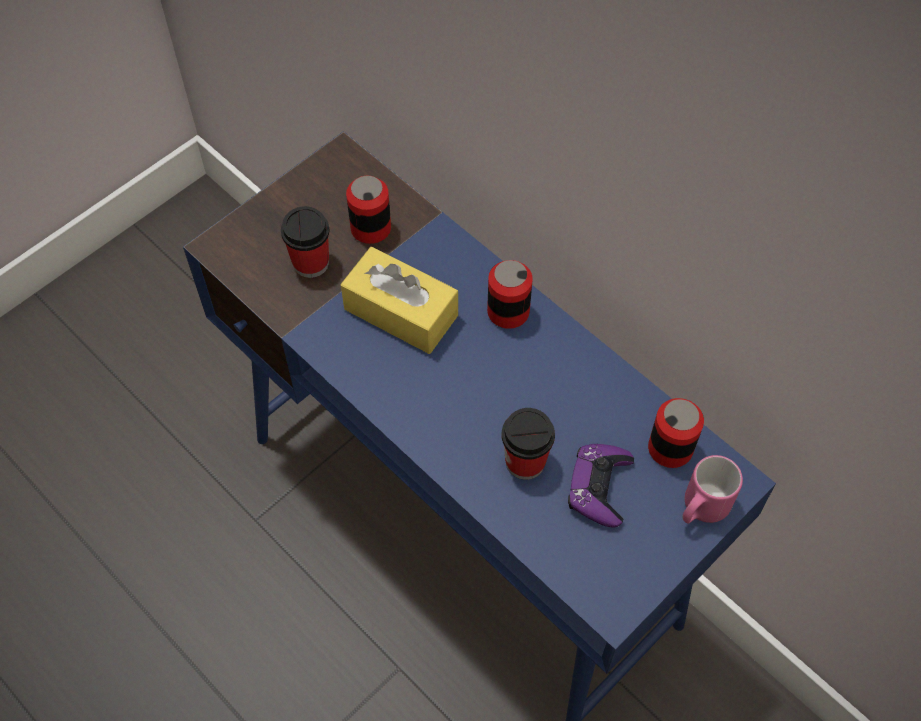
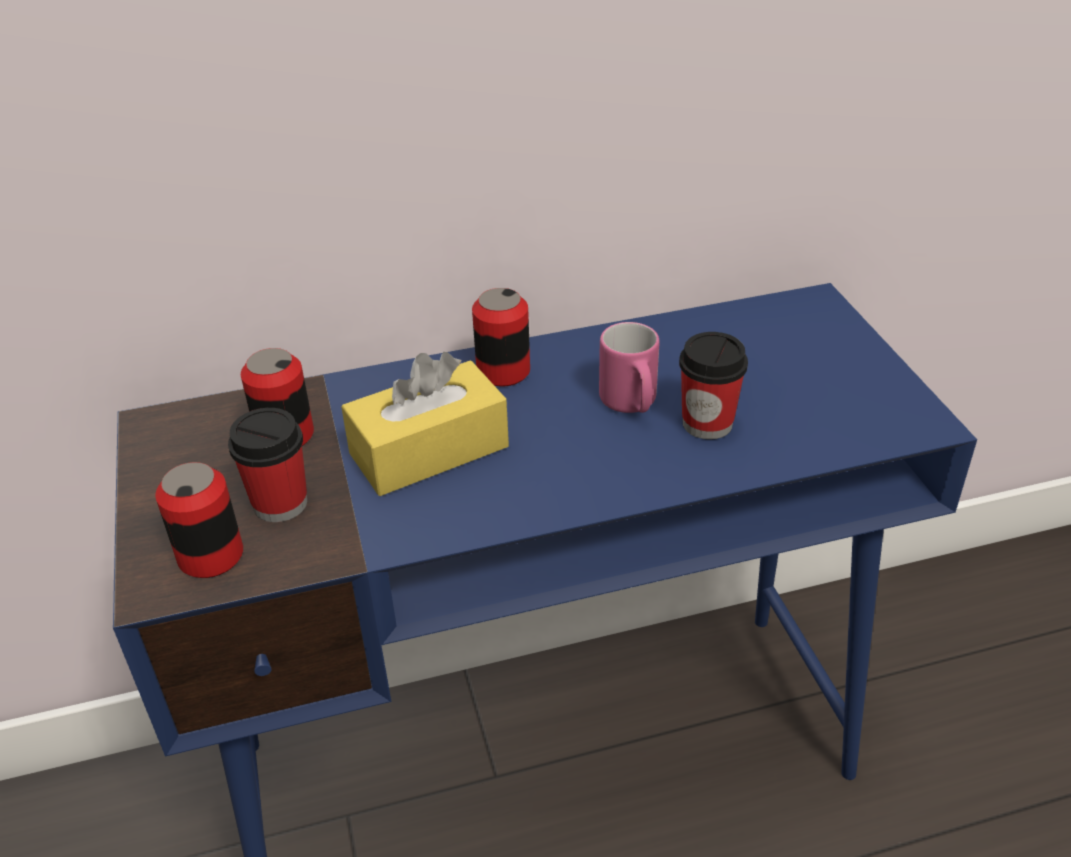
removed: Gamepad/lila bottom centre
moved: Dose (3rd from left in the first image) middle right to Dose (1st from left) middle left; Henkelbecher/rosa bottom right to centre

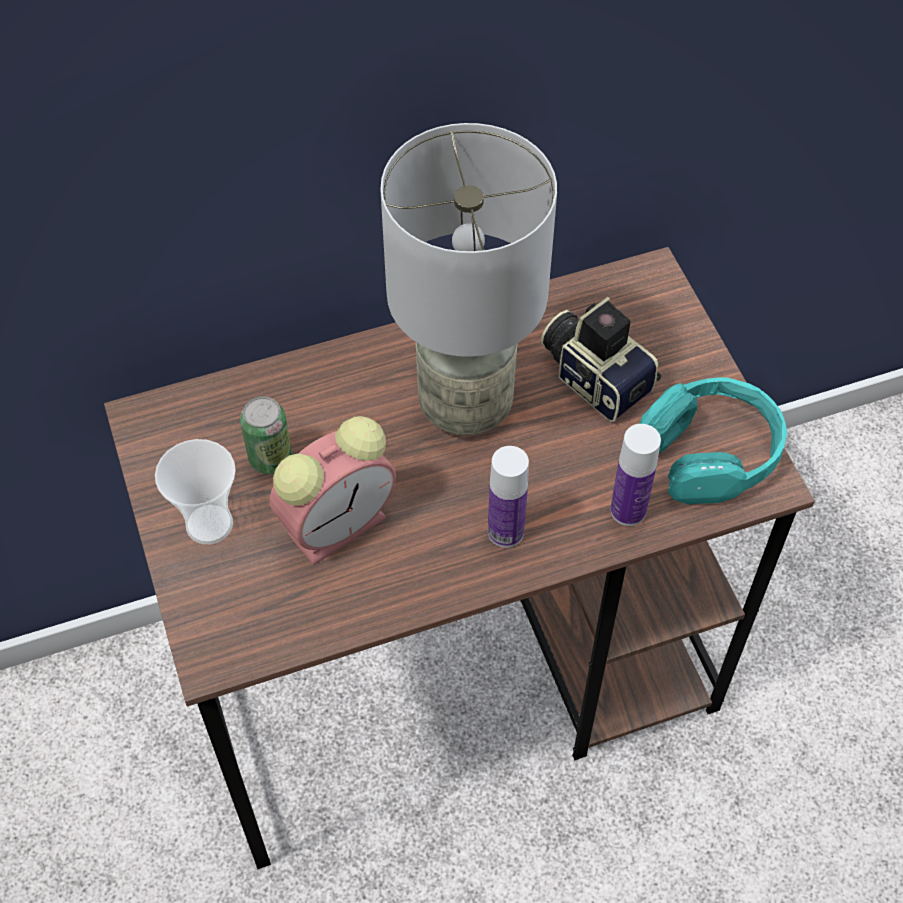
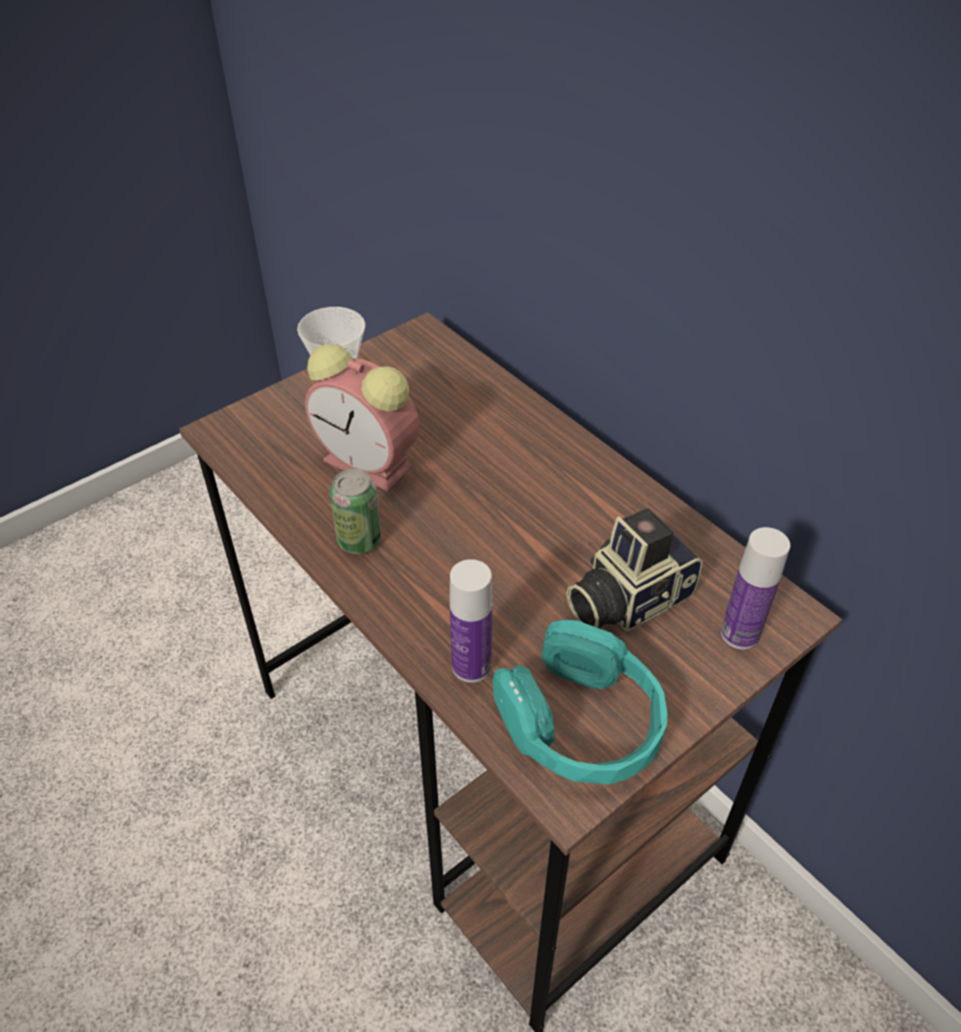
removed: Tischlampe/grau top centre
moved: Dose middle left to centre; Flasche (1st from left in the first image) centre to Flasche (2nd from left) middle right
turned: Kamera centre = centre 150 degrees counterclockwise

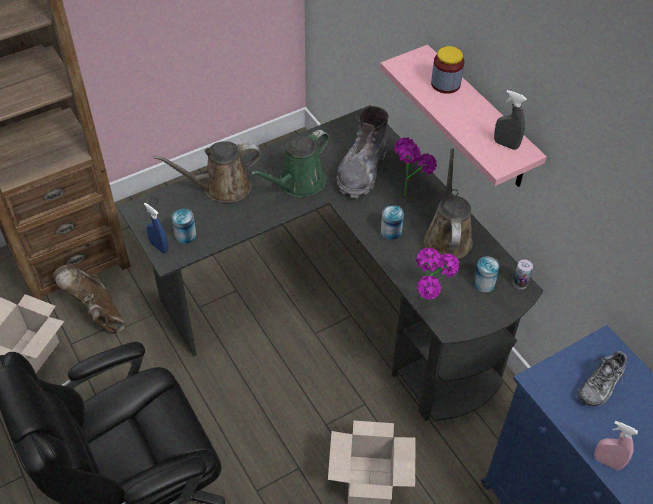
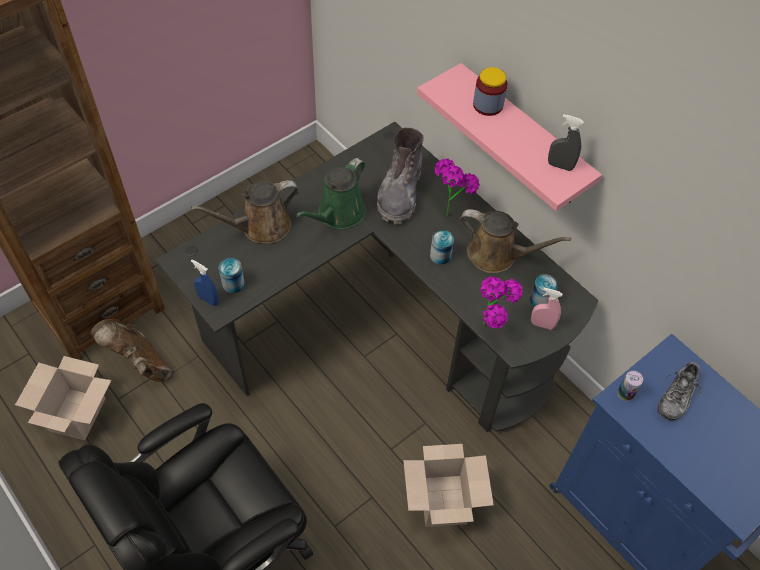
moved: Dose (4th from left) middle right to bottom right; Sprühflasche/rosa bottom right to middle right
turned: Gießkanne/braun (2nd from left) middle right = middle right 120 degrees clockwise

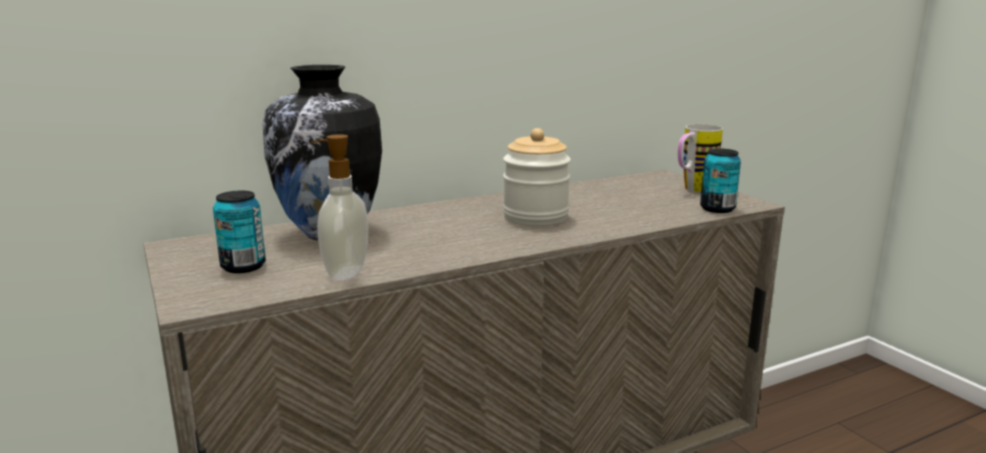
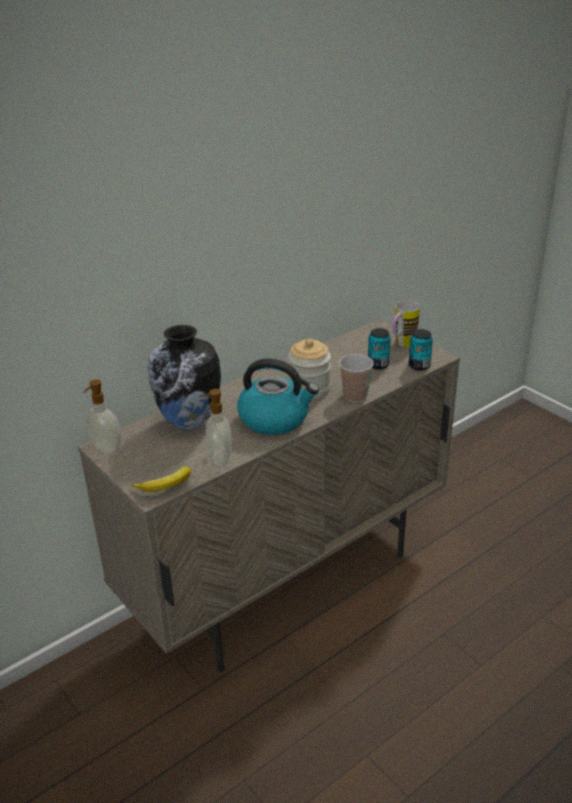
added: Seifenspender (1st from left) middle left; Banane middle left; Wasserkessel centre; Tasse centre
moved: Dose (1st from left) middle left to centre

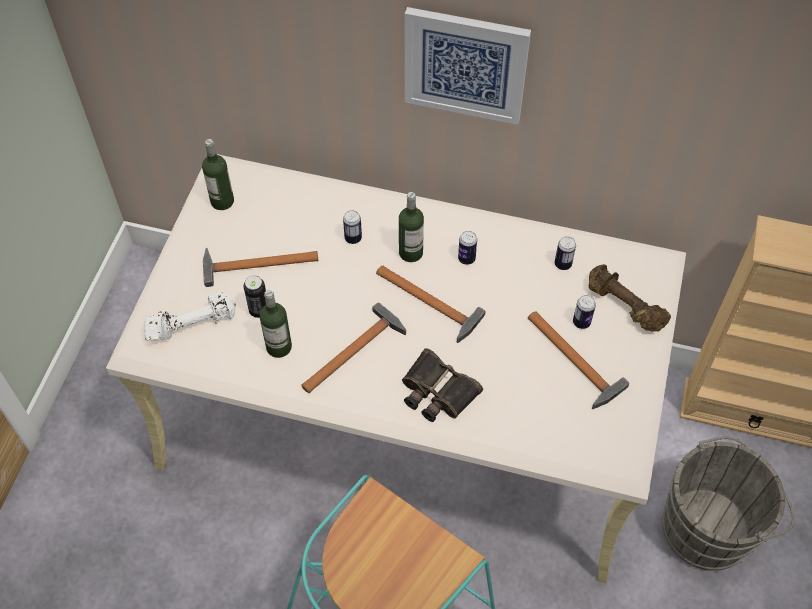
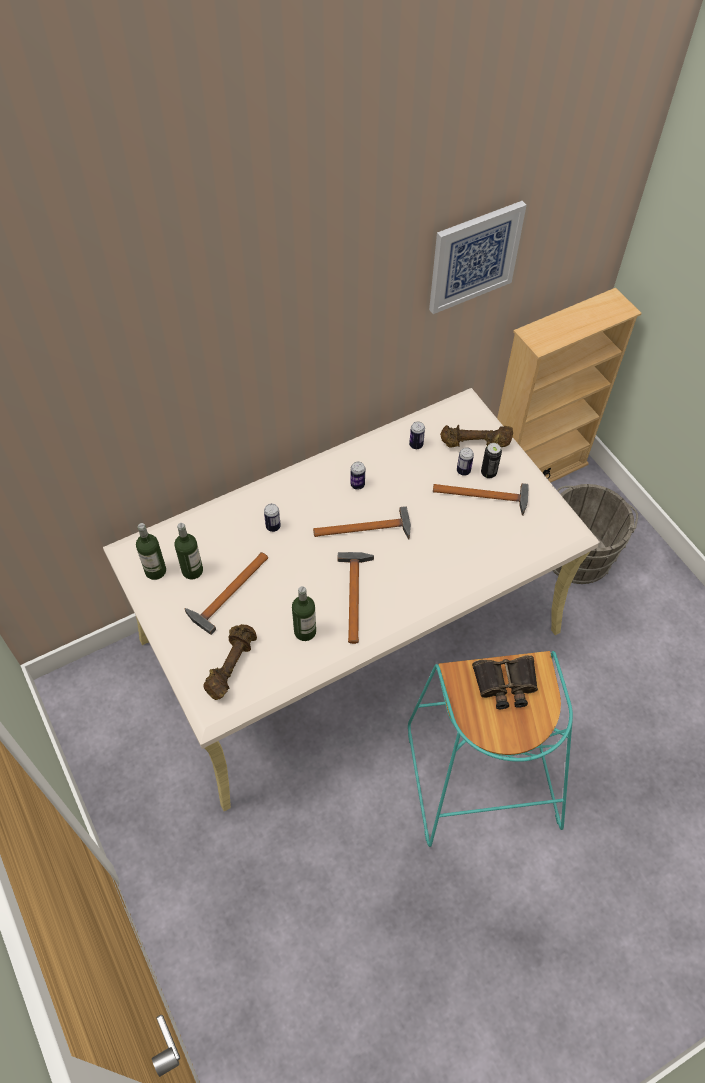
moved: Dose (1st from left in the first image) middle left to Dose (5th from left) middle right; Flasche (3rd from left in the first image) centre to Flasche (2nd from left) middle left; Fernglas centre to middle right; Bild top centre to top right
recoloured: Hantel/weiß middle left to Hantel/braun (1st from left) middle left

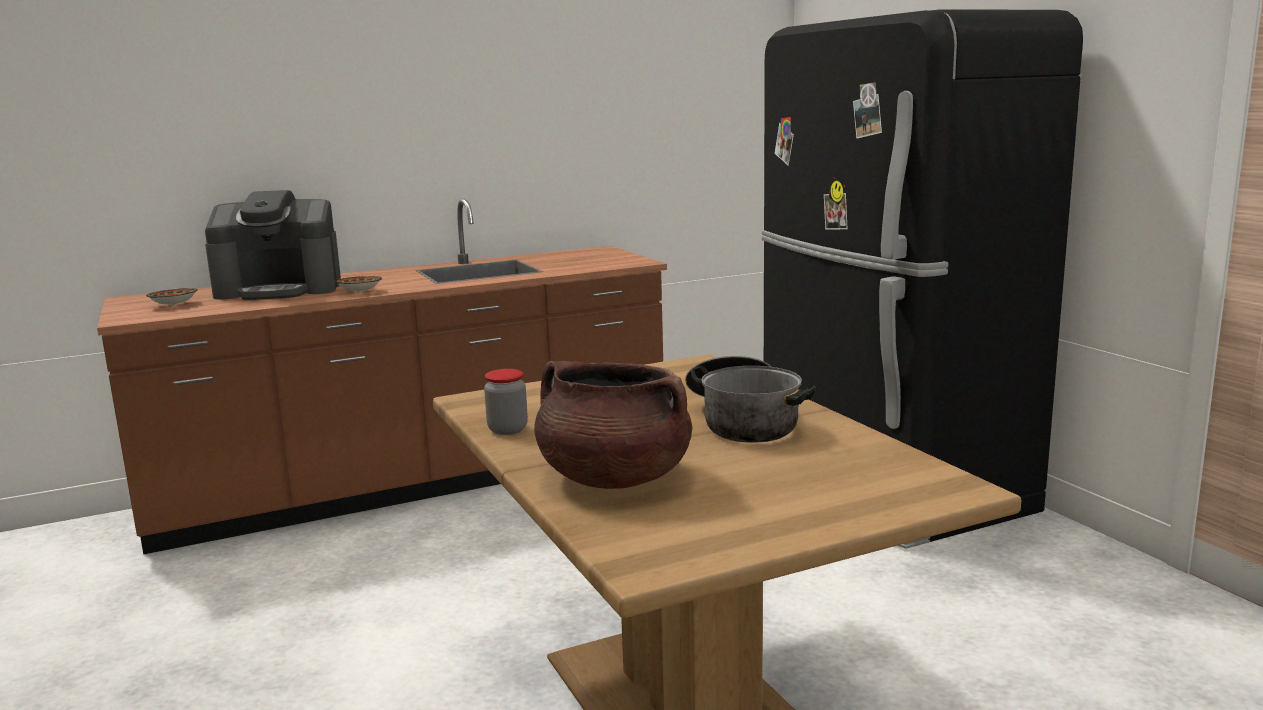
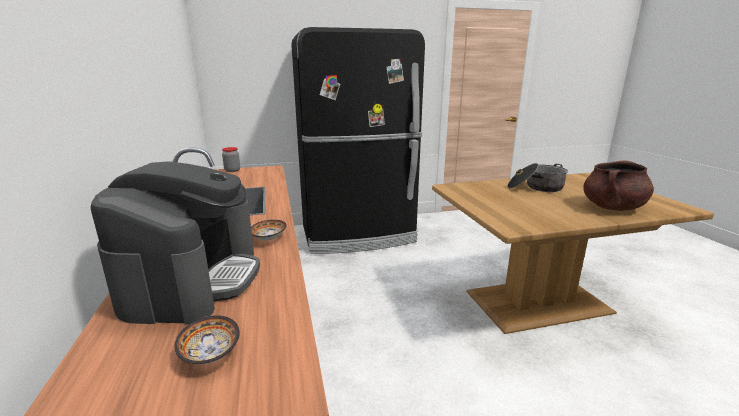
moved: Vorratsglas centre to middle left

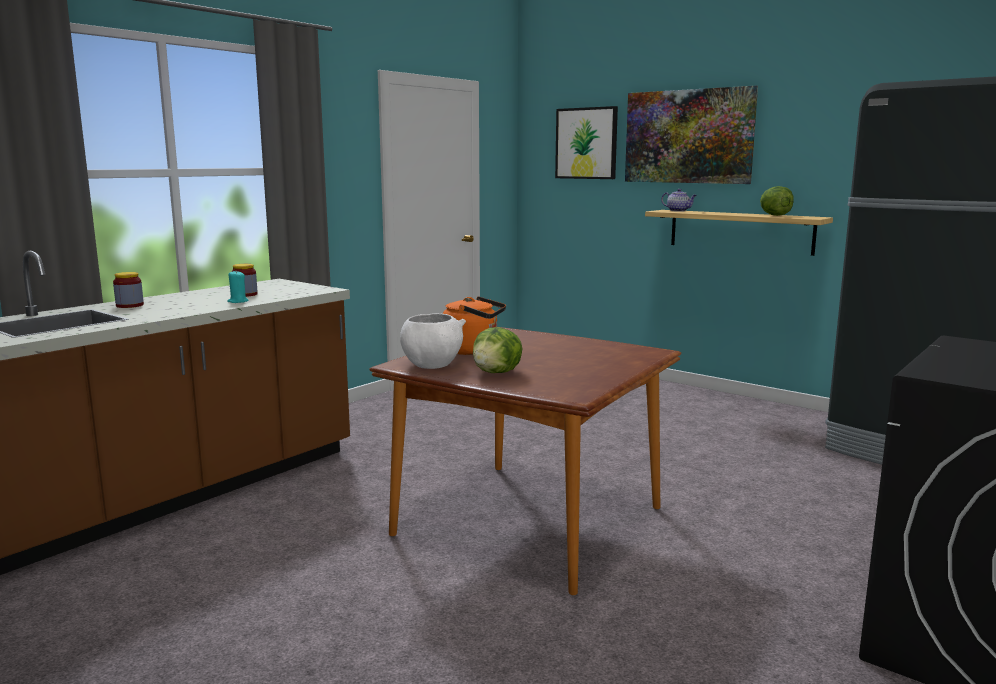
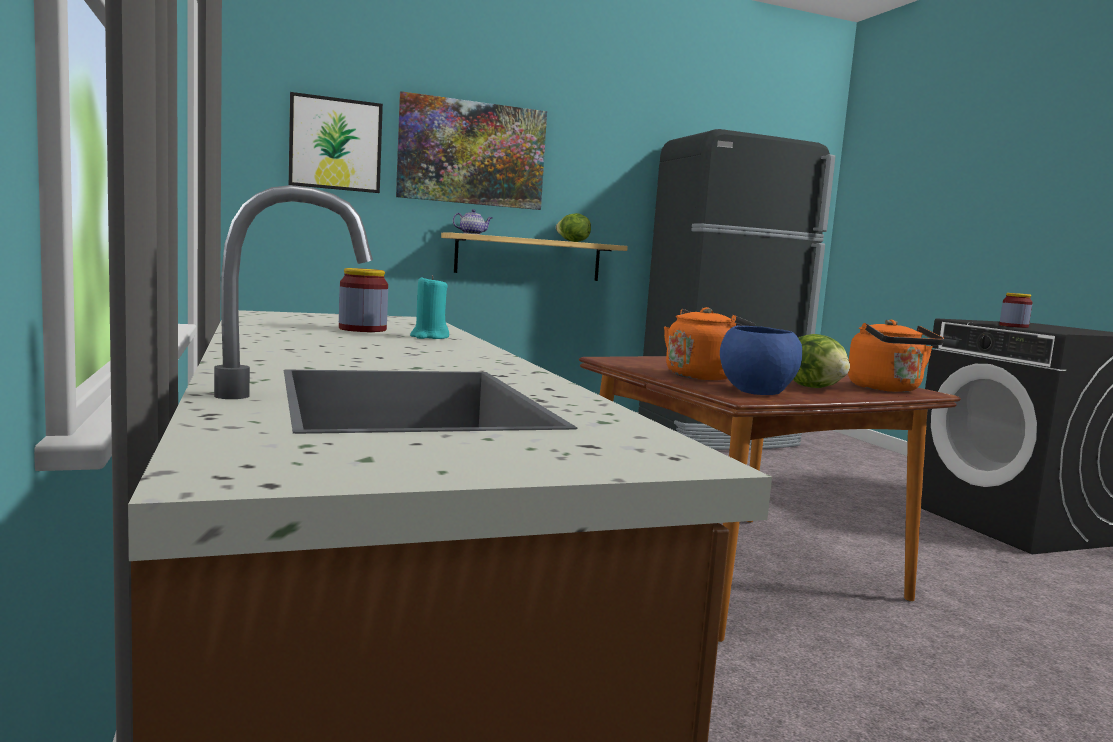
added: Wasserkessel/orange (2nd from left) middle right
moved: Vorratsglas (1st from left in the first image) middle left to Vorratsglas (2nd from left) middle right
recoloured: Schüssel/weiß centre to Schüssel/blau middle right

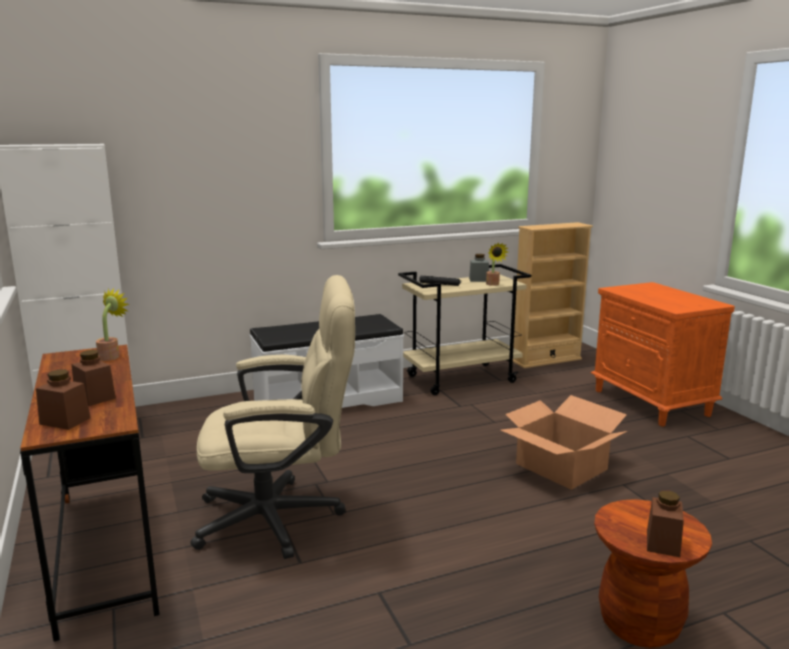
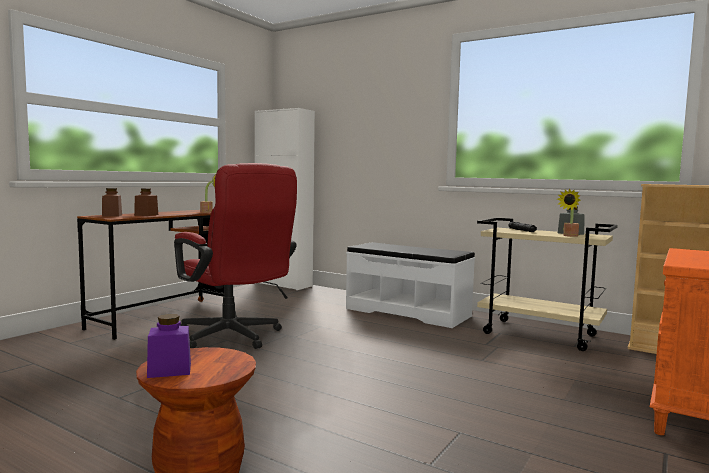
removed: Karton bottom right
recoloured: Bürostuhl/beige centre to Bürostuhl/rot middle left; Vorratsglas/braun (3rd from left) bottom right to Vorratsglas/lila bottom left

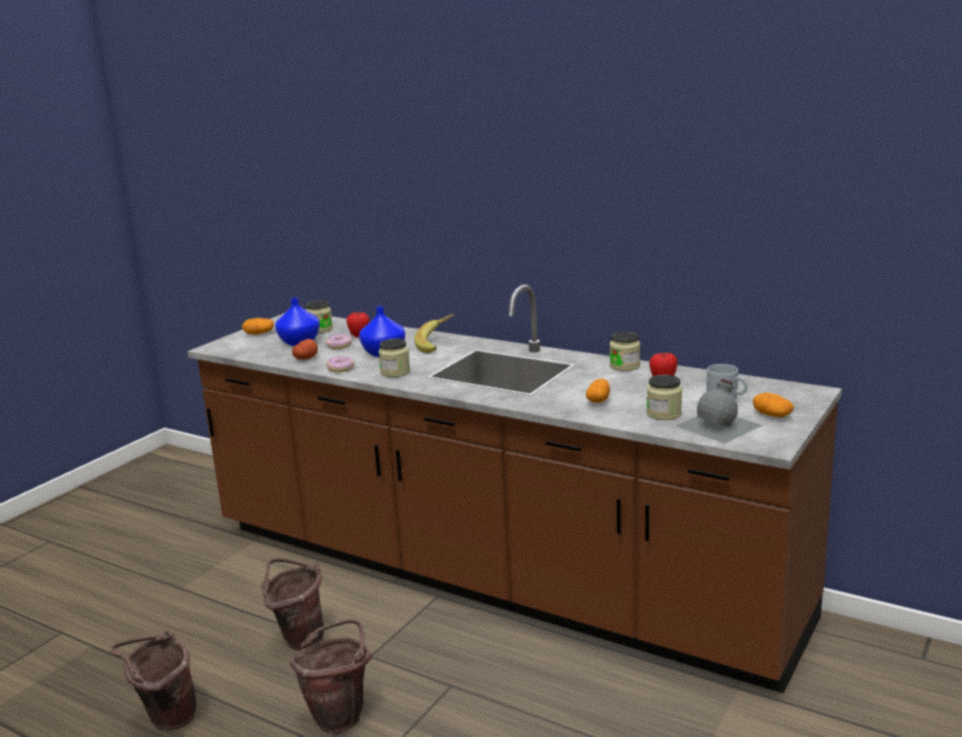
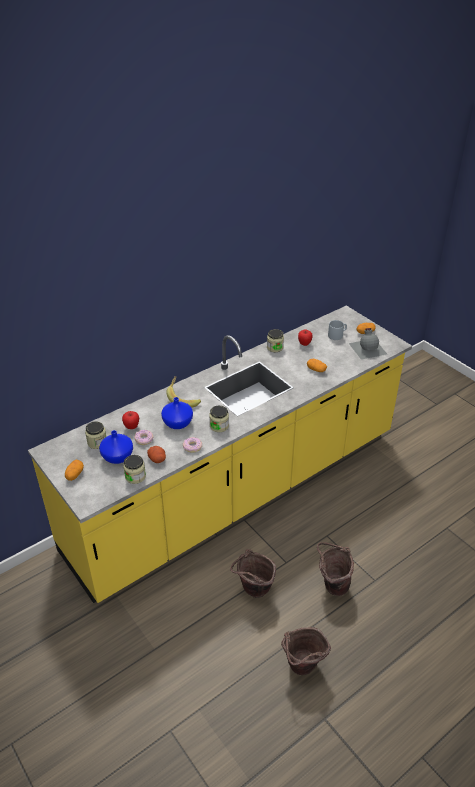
moved: Vorratsglas (4th from left in the first image) middle right to Vorratsglas (2nd from left) middle left
recoloured: Küchenzeile/braun centre to Küchenzeile/gelb centre

